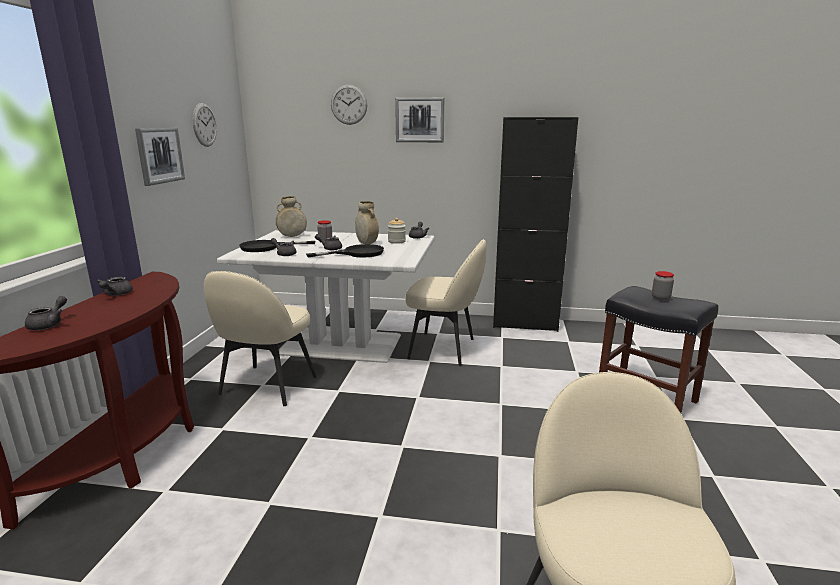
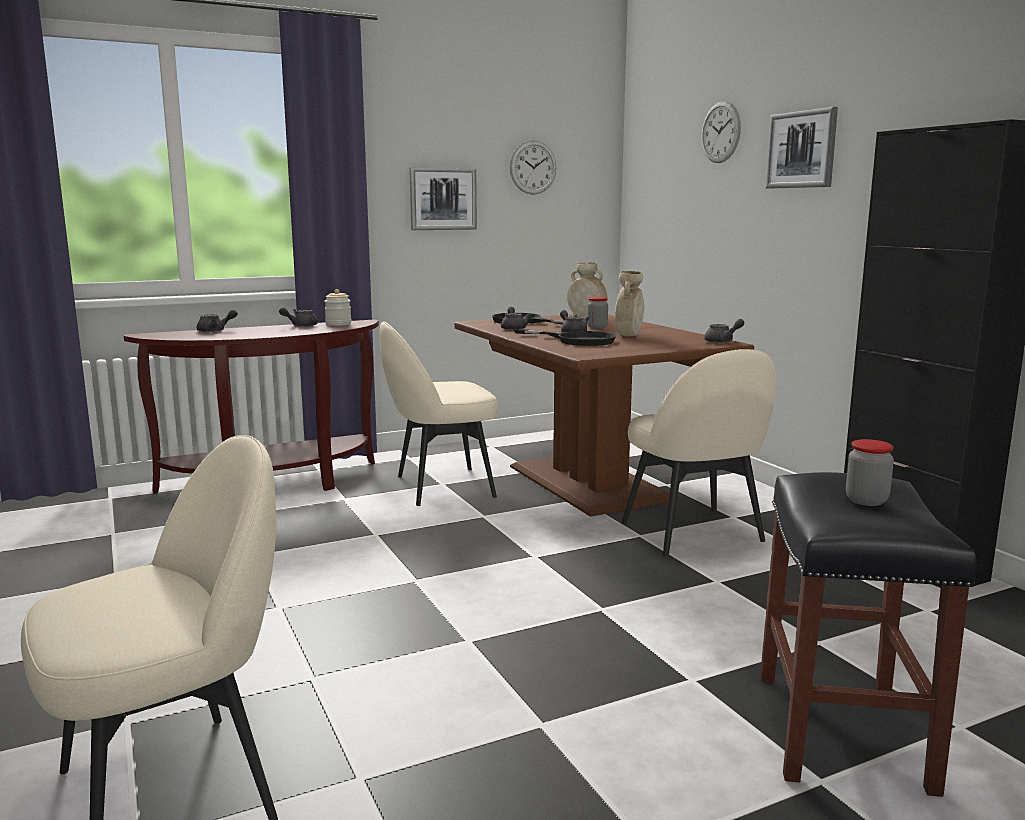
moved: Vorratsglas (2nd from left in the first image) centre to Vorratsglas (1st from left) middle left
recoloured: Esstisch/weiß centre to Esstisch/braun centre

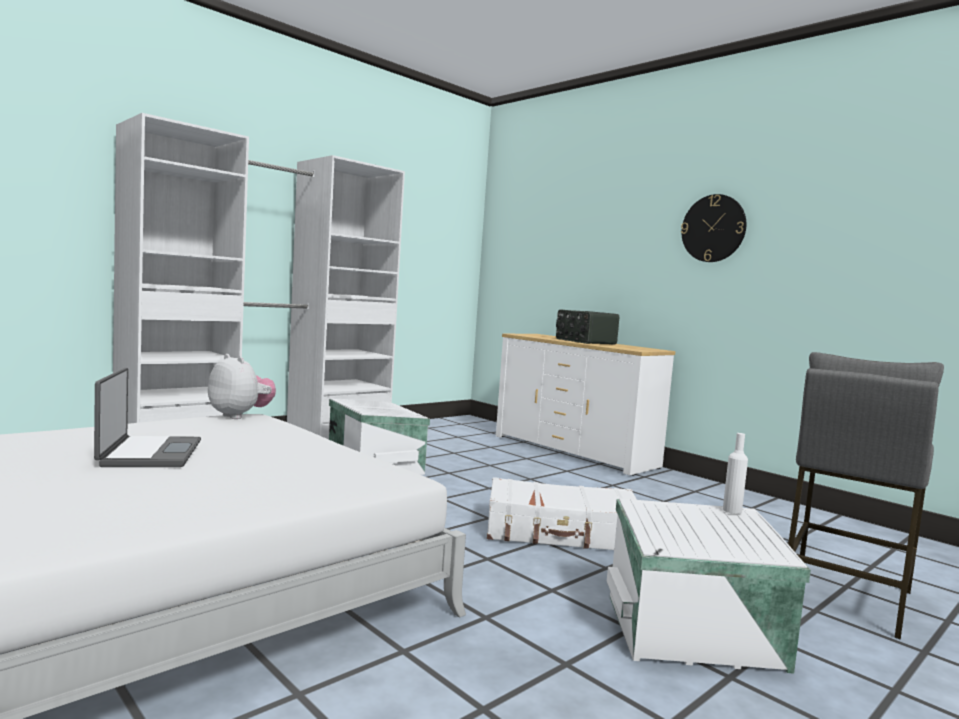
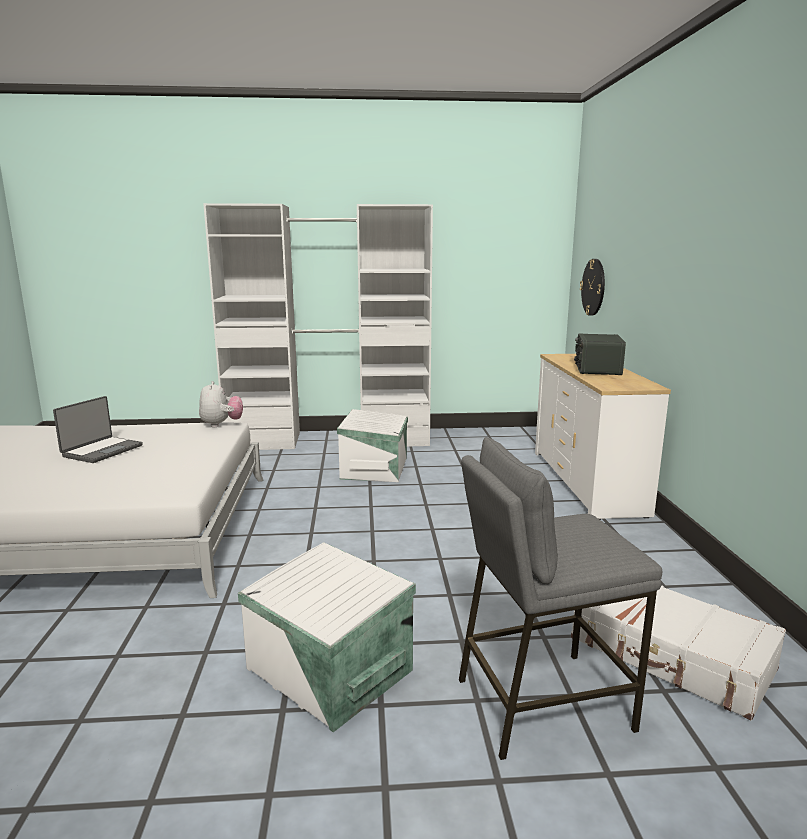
removed: Flasche/weiß middle right
moved: Koffer/weiß bottom centre to bottom right; Wanduhr top right to middle right

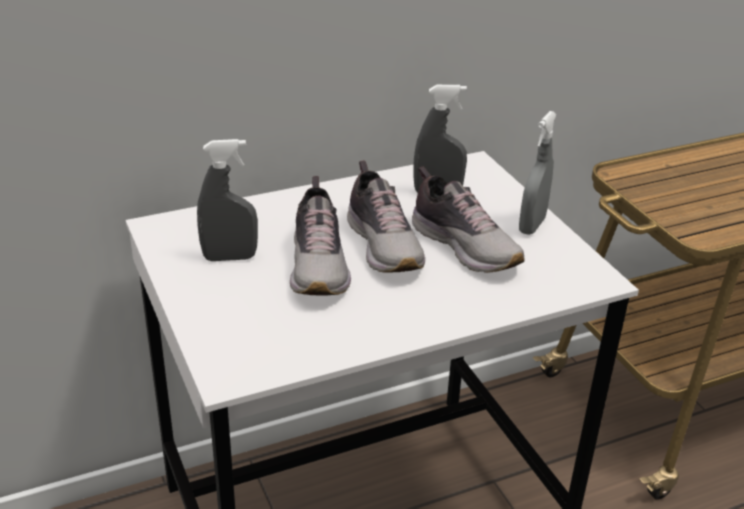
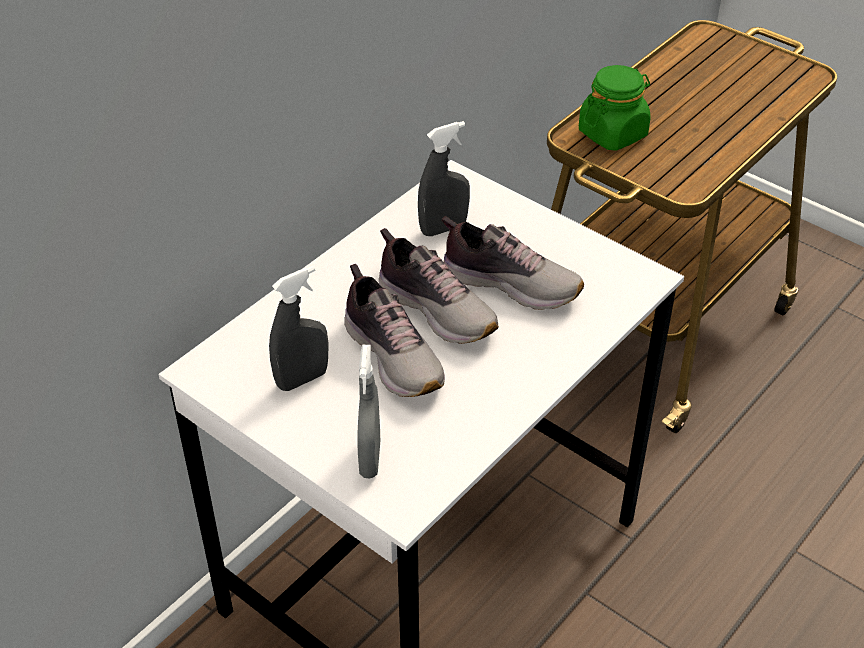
added: Vorratsglas/grün top right
moved: Sprühflasche/grau (3rd from left in the first image) middle right to Sprühflasche/grau (2nd from left) centre

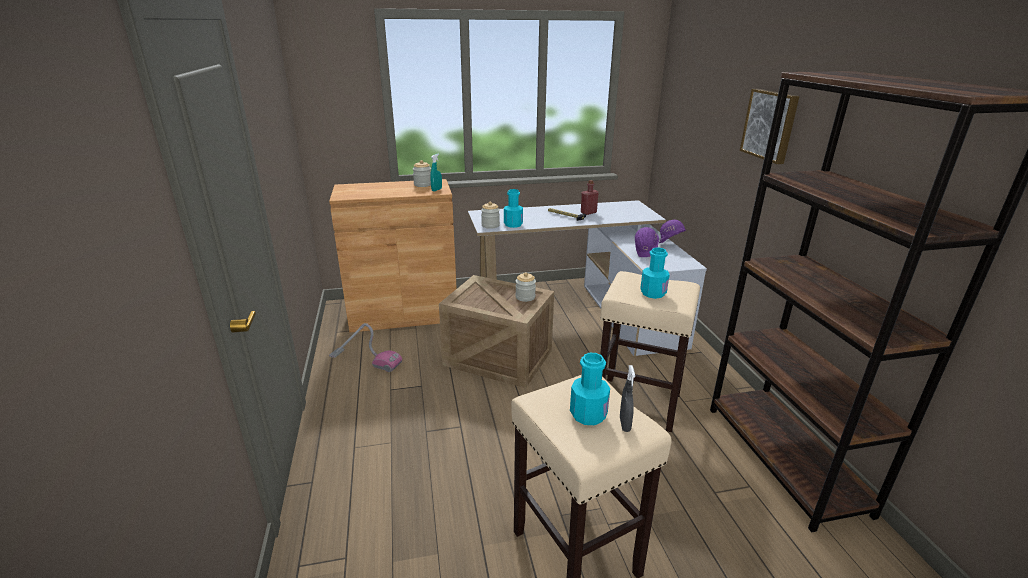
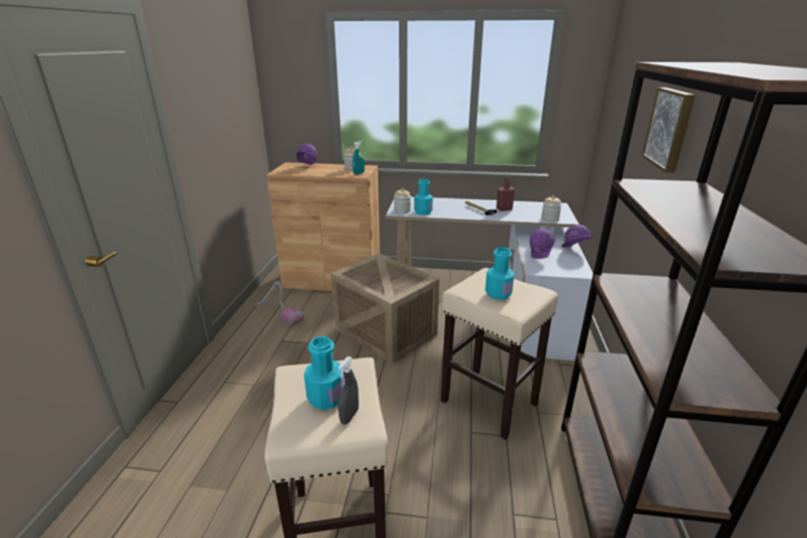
added: Schutzhelm/lila (1st from left) top centre
moved: Vorratsglas (3rd from left) centre to middle right

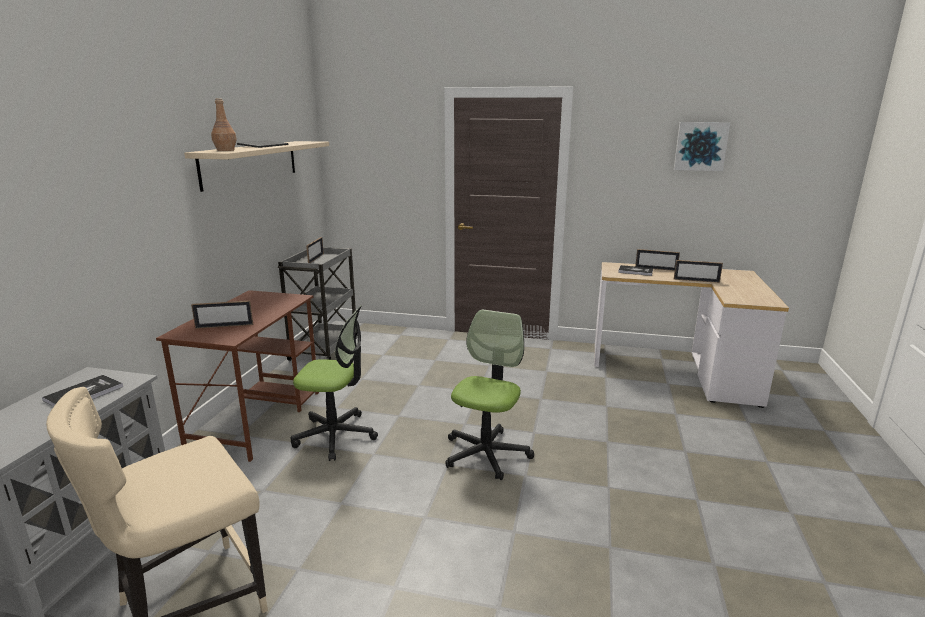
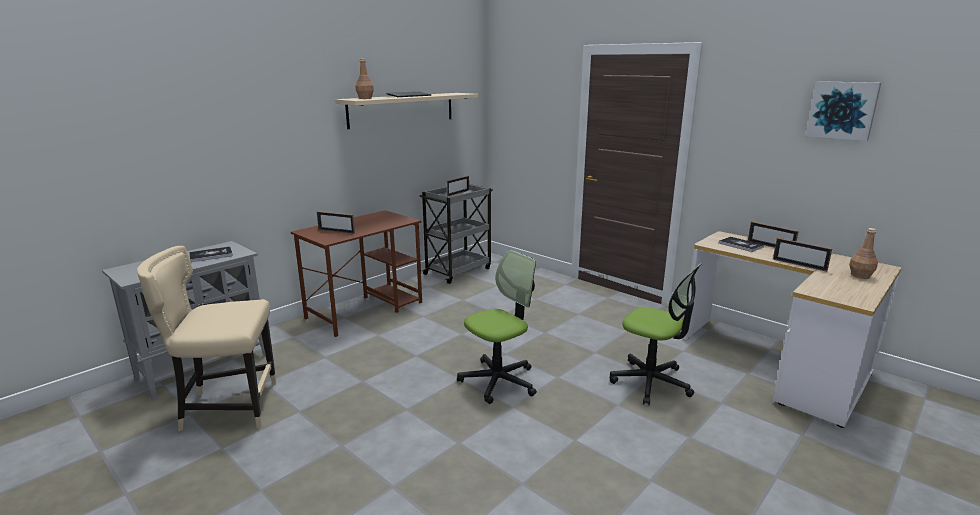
added: Flasche/braun (2nd from left) middle right
moved: Bürostuhl (1st from left in the first image) centre to Bürostuhl (2nd from left) middle right

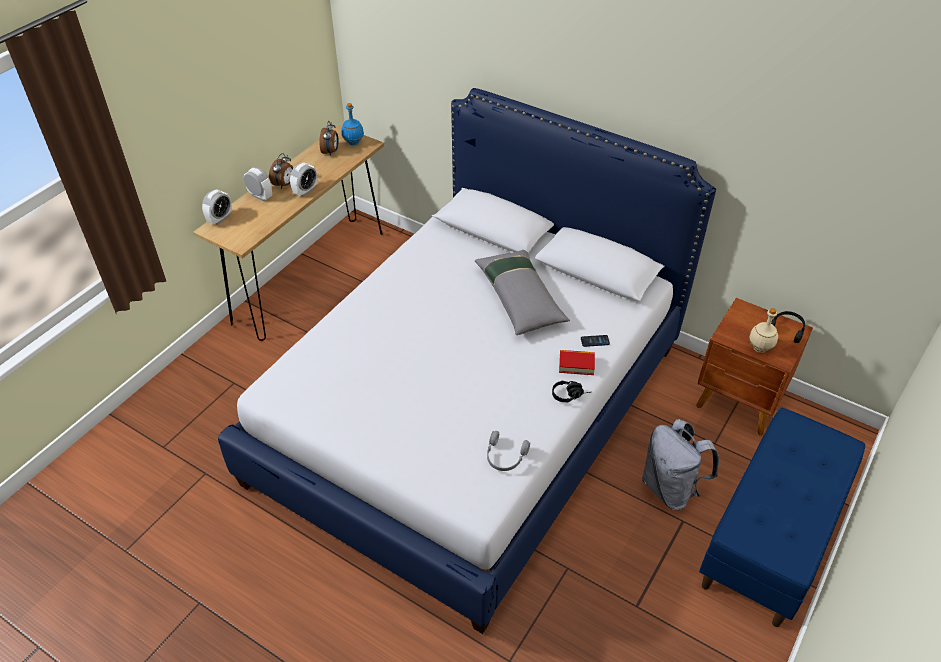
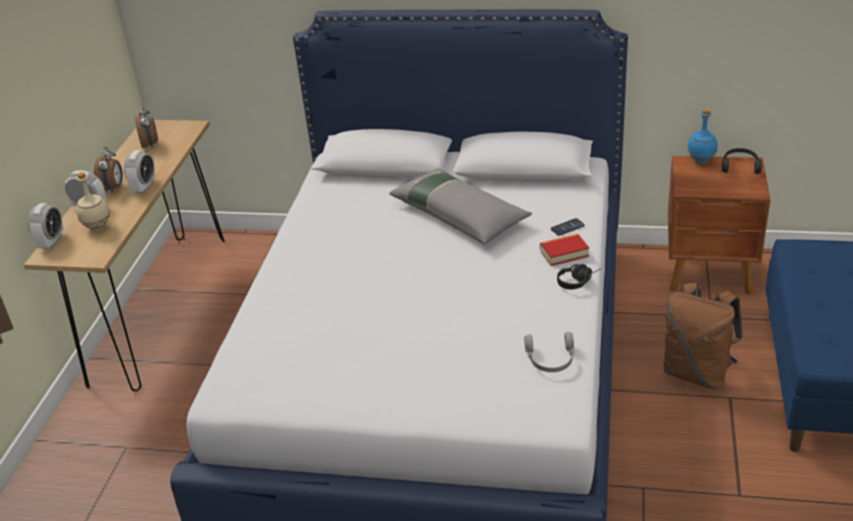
moved: Flasche/blau top centre to top right; Flasche/beige middle right to middle left
recoloured: Rucksack/grau bottom right to Rucksack/braun middle right

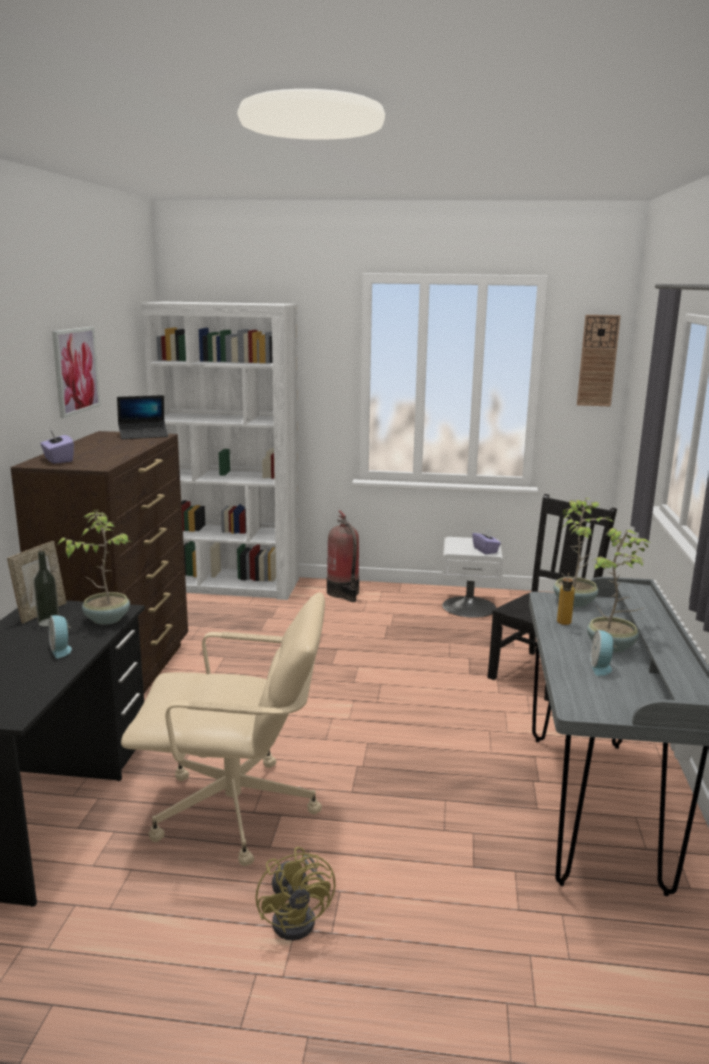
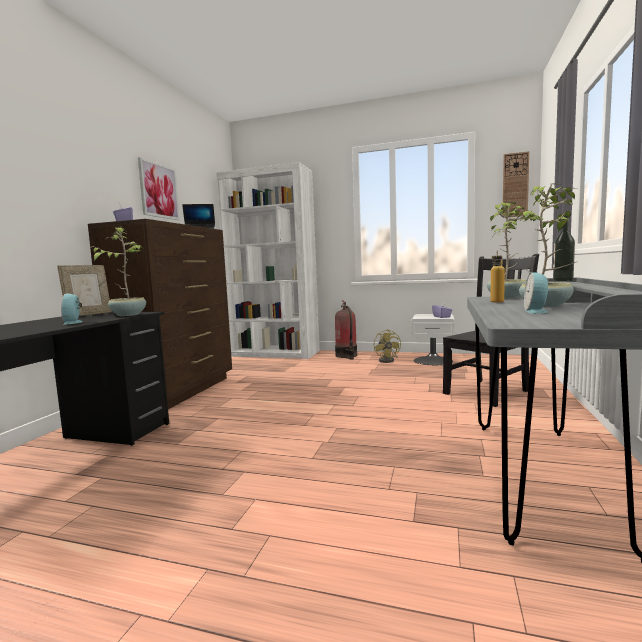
removed: Bürostuhl/beige bottom left
moved: Flasche (1st from left in the first image) middle left to Flasche (2nd from left) middle right; Ventilator/gelb bottom centre to centre

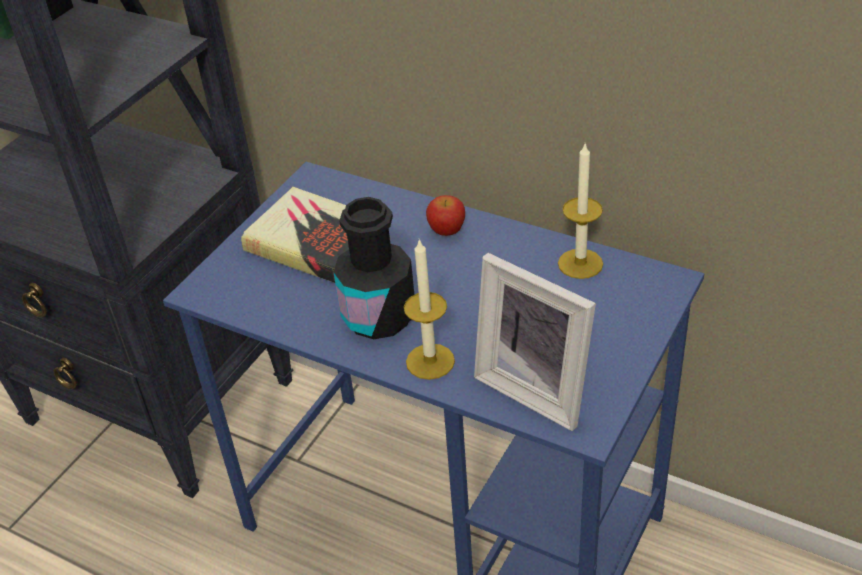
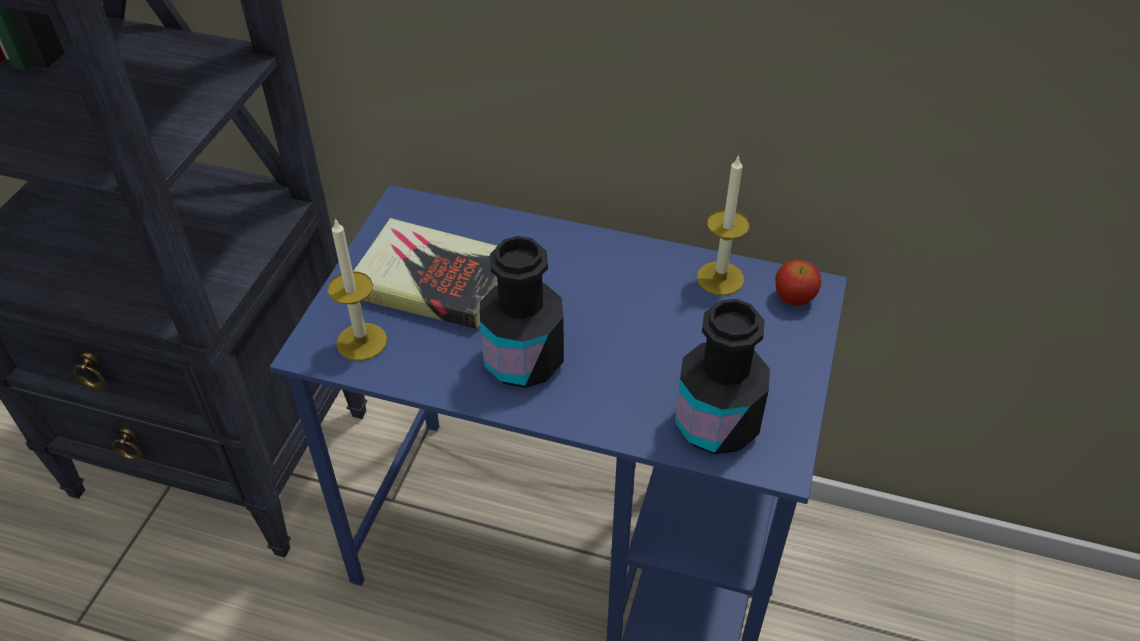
moved: Kerze (1st from left) centre to middle left; Apfel centre to middle right
replaced: Bilderrahmen centre to Flasche/schwarz (2nd from left) centre

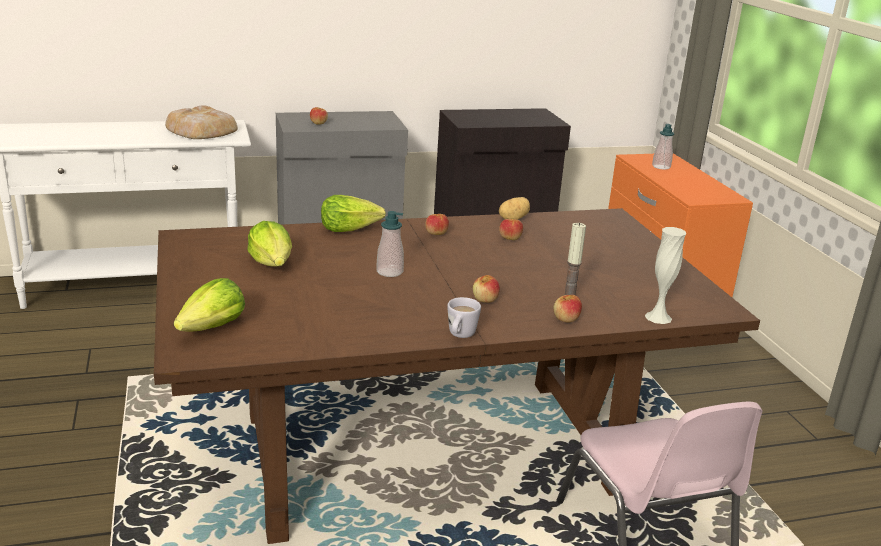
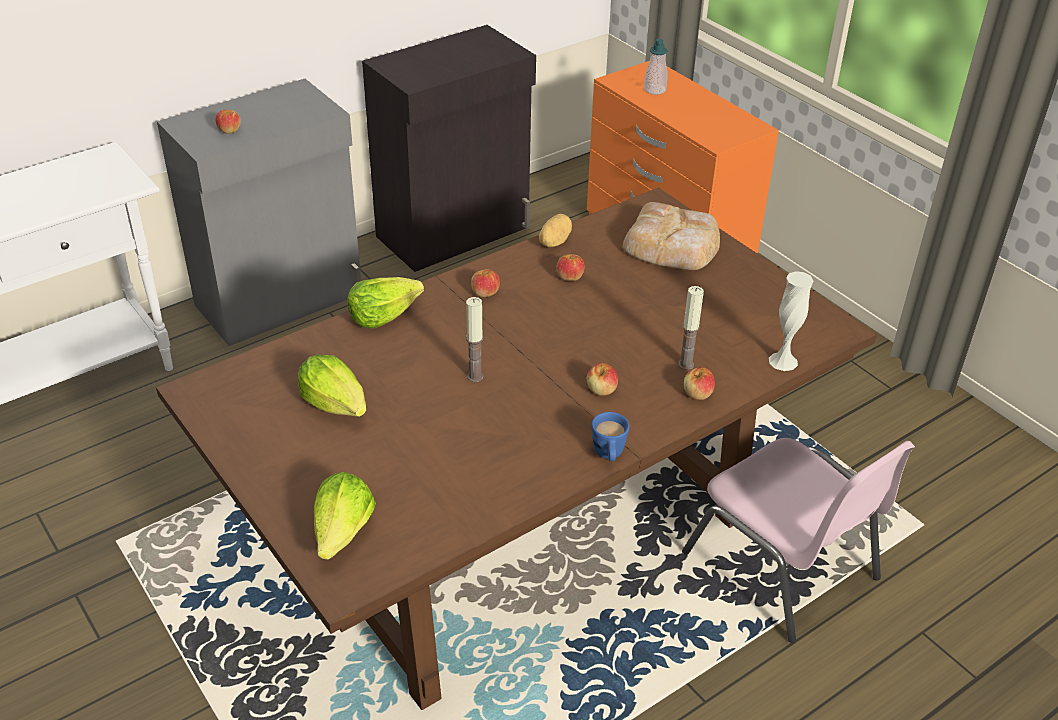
moved: Brot top left to top centre
replaced: Seifenspender (1st from left) centre to Kerze (1st from left) centre
recoloured: Henkelbecher/weiß centre to Henkelbecher/blau centre

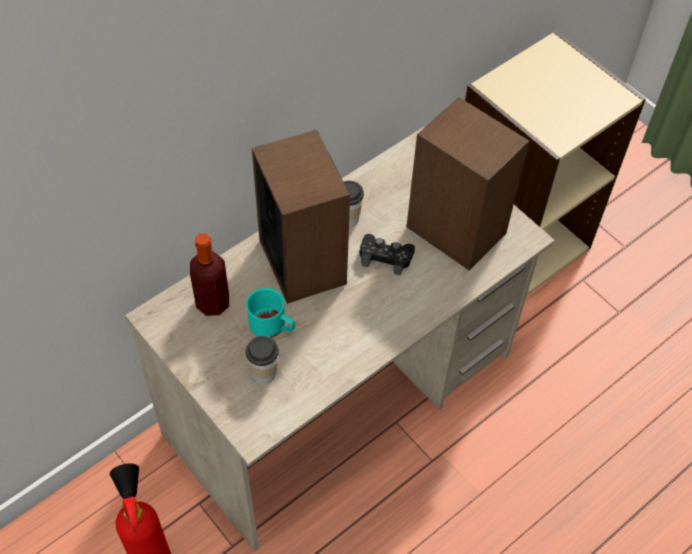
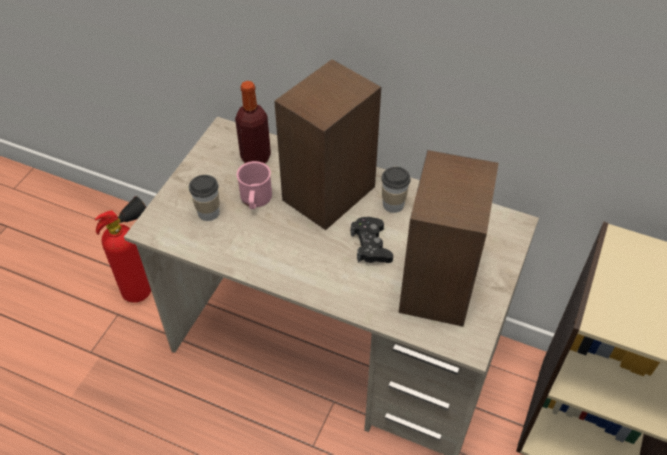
recoloured: Henkelbecher/türkis centre to Henkelbecher/rosa centre

